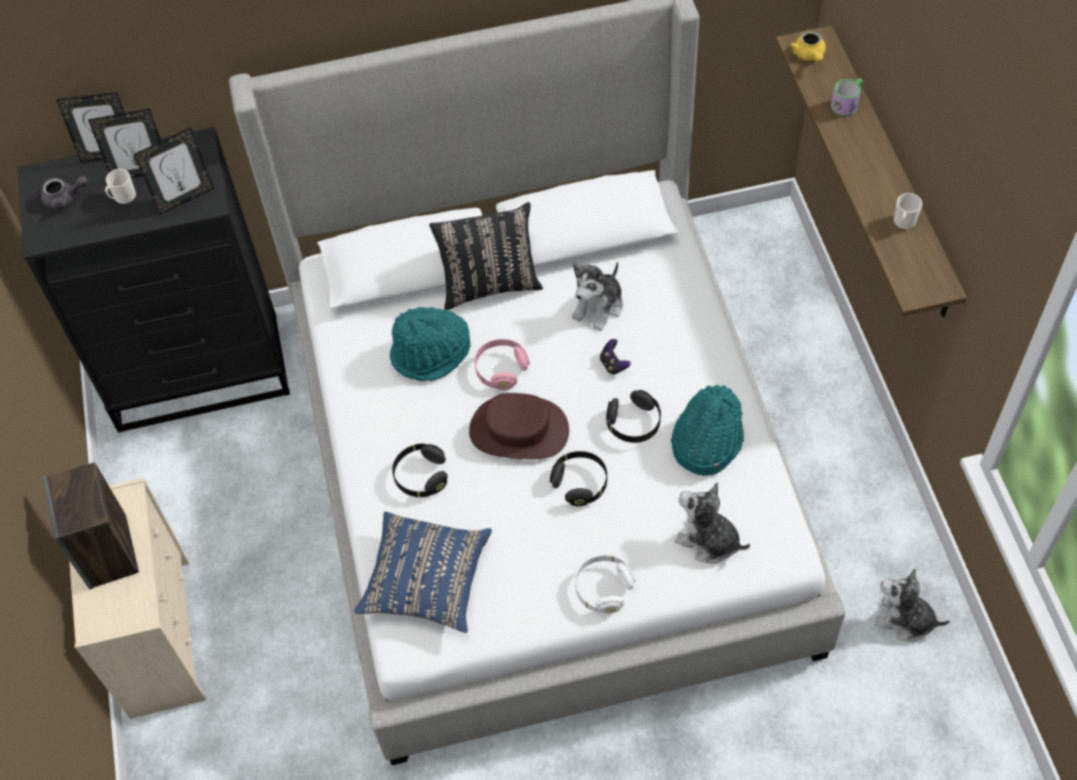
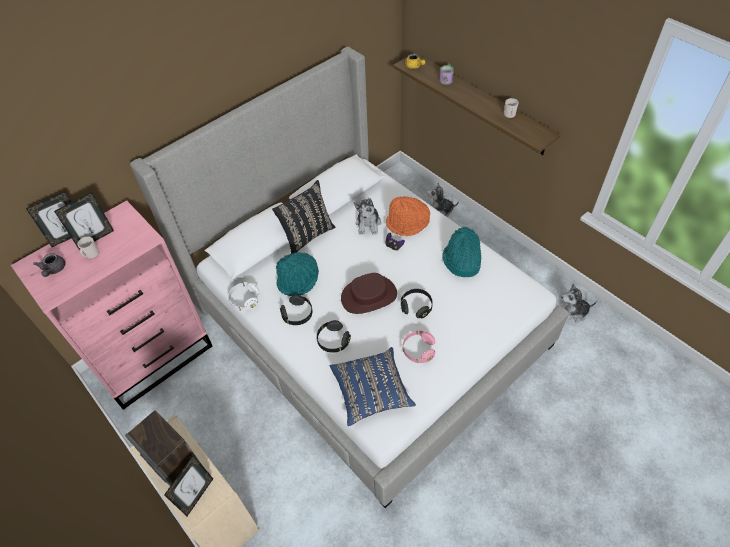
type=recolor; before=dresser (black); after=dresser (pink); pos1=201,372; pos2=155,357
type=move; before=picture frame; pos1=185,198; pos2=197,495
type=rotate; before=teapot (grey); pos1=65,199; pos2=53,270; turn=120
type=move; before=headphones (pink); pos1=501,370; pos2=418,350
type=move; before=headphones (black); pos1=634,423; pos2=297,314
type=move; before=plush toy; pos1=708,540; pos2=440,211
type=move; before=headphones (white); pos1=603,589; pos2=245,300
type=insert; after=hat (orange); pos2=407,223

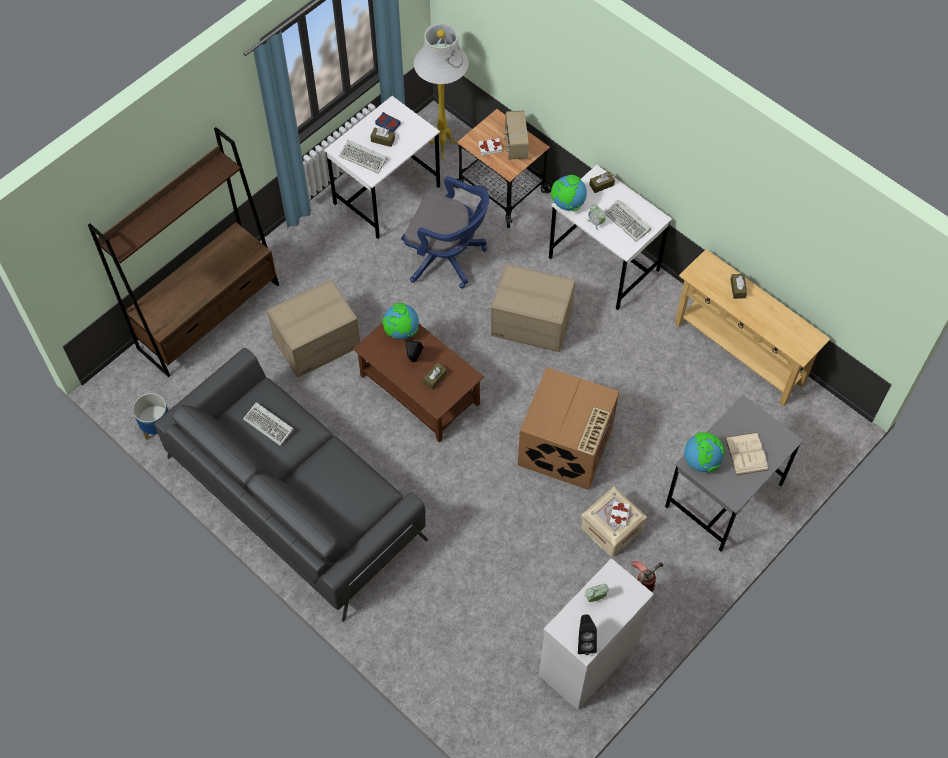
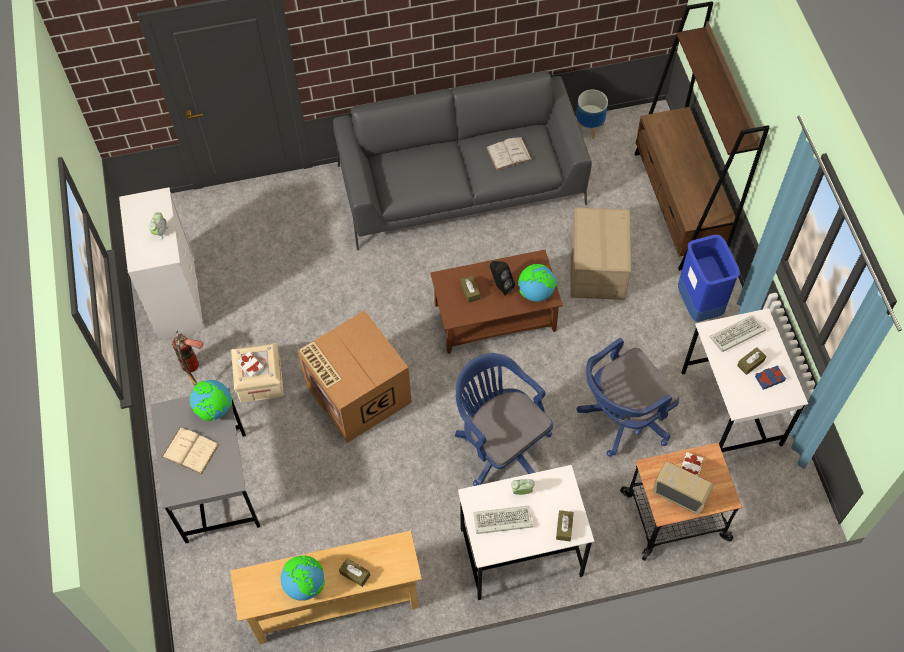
type=delete; before=floor lamp (white); pos1=443,147
type=move; before=globe; pos1=567,204; pos2=305,584
type=replace; before=cardboard box; after=office chair (blue); pos1=531,323; pos2=500,444
type=replace; before=keyboard; after=book (white); pos1=270,425; pos2=509,153
type=delete; before=speaker (black); pos1=584,641
type=insert; after=trash can (blue); pos2=699,305

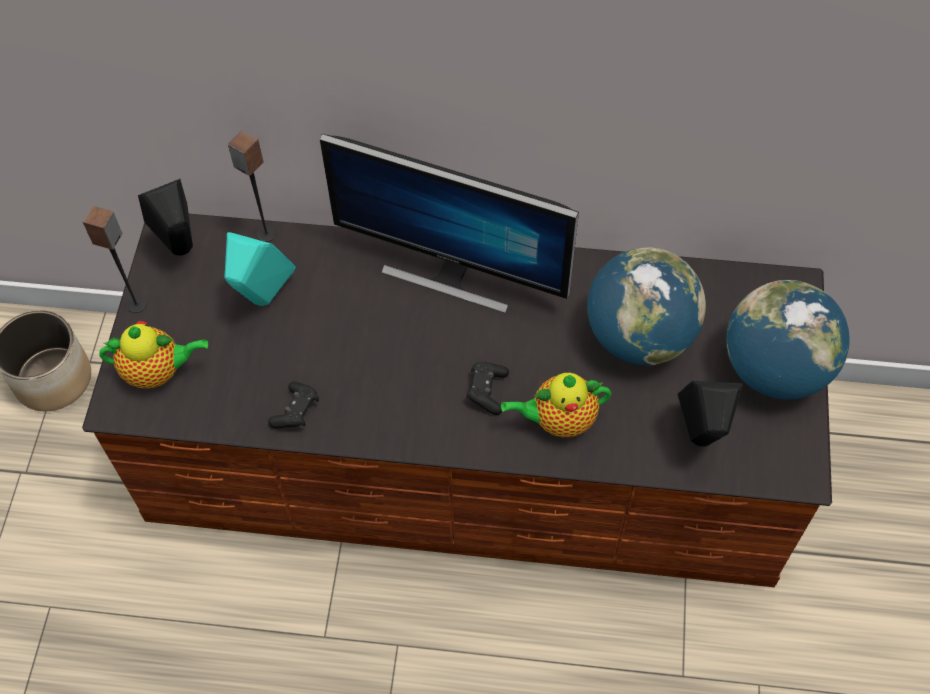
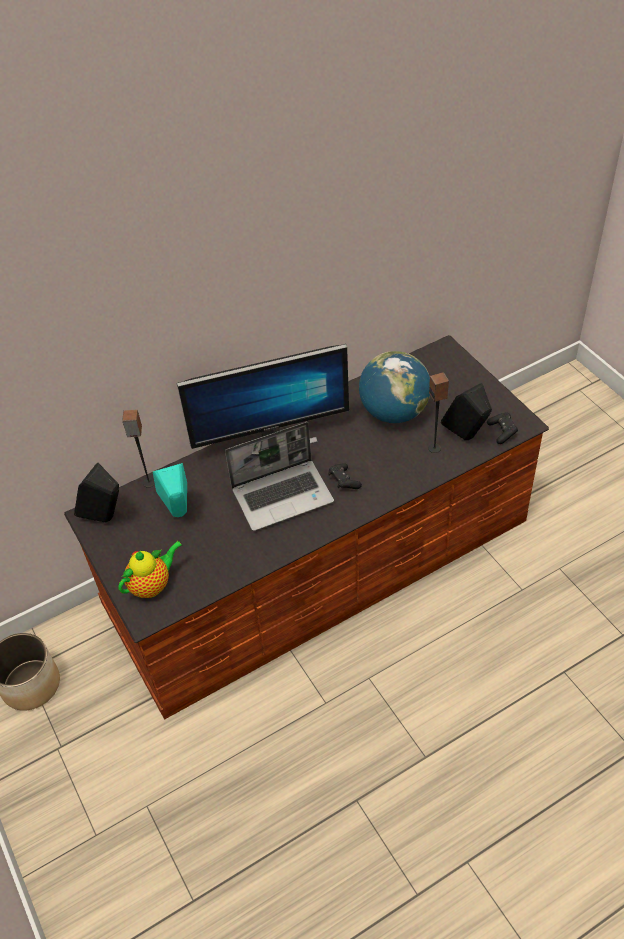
type=move; before=speaker; pos1=137,305; pos2=434,448
type=delete; before=globe; pos1=774,369
type=delete; before=teapot; pos1=559,420
type=move; before=game controller (black); pos1=296,412; pos2=502,432
type=insert; after=laptop; pos2=283,495

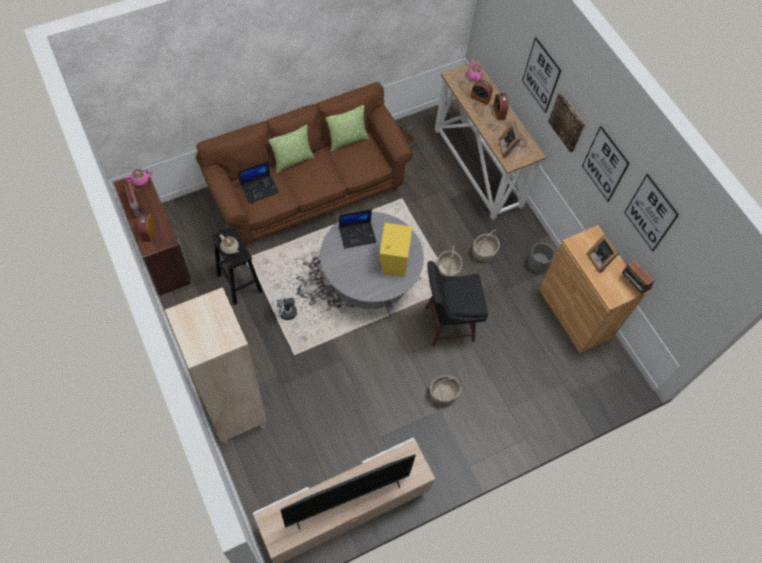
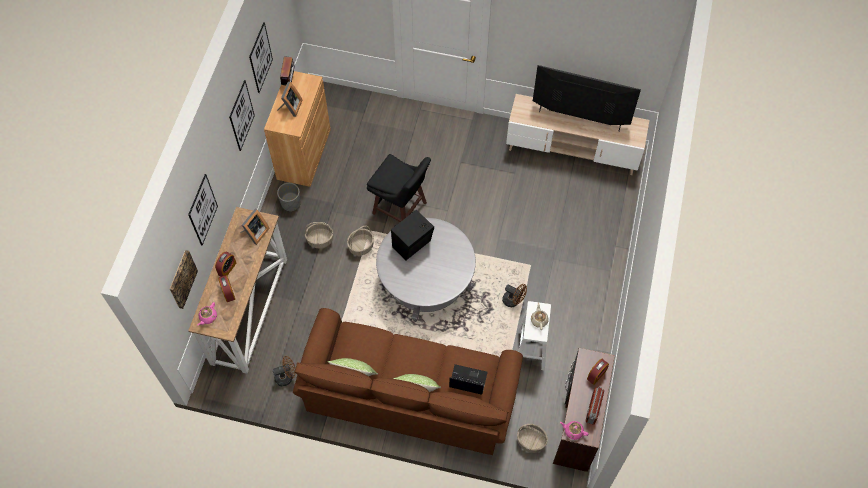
type=move; before=picture; pos1=567,122; pos2=182,279
type=delete; before=laptop; pos1=357,234
type=recolor; before=speaker (yellow); after=speaker (black); pos1=394,260; pos2=413,245
type=recolor; before=stool (black); after=stool (white); pos1=239,282; pos2=531,351
type=delete; before=bookcase (beige); pos1=235,413
type=recolor; before=fan (white); after=fan (brown); pos1=284,313; pos2=513,301
type=move; before=basket; pos1=443,394; pos2=531,441

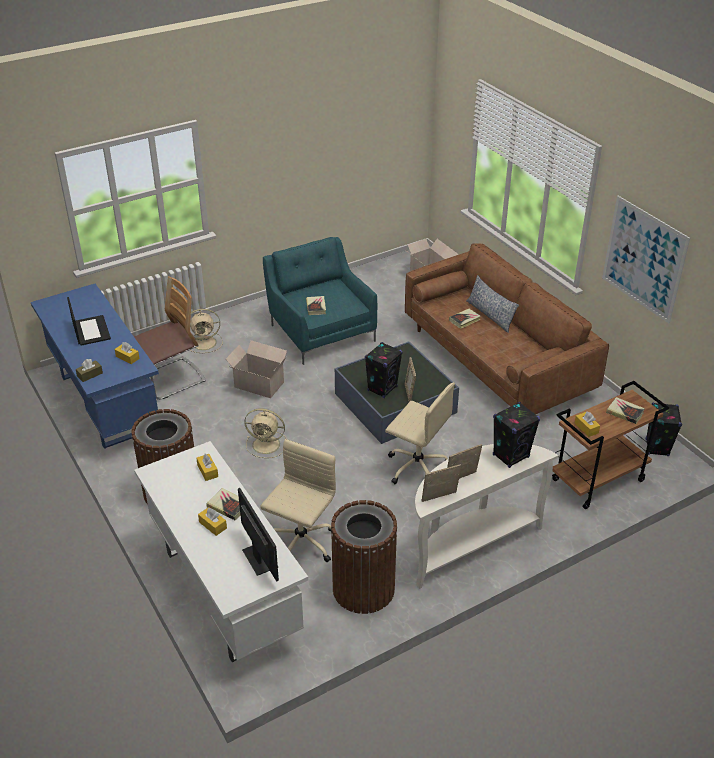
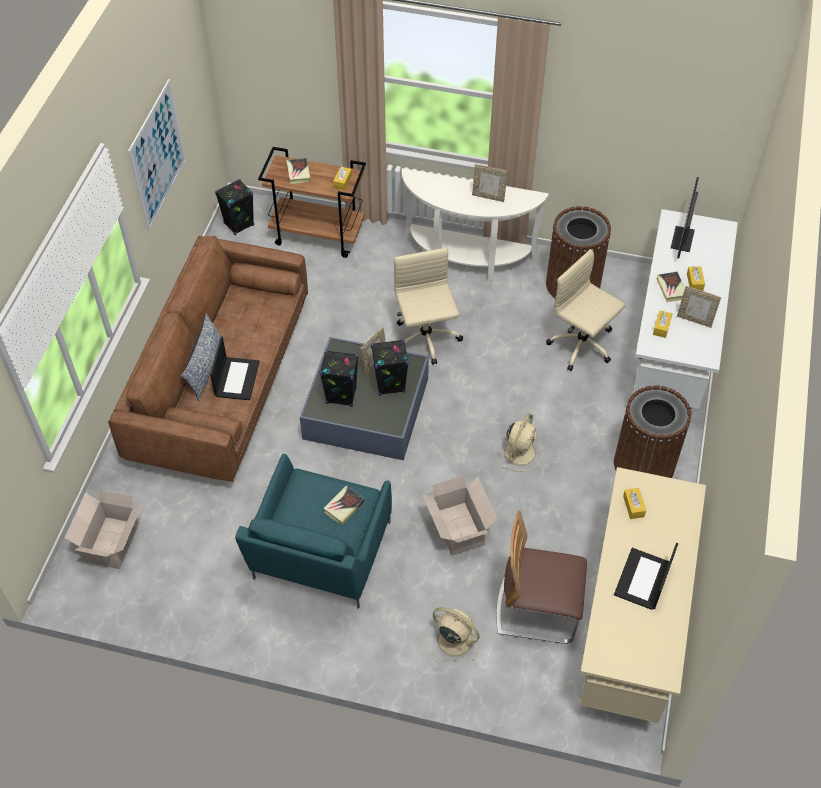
type=recolor; before=desk (blue); after=desk (beige); pos1=104,403; pos2=630,627
type=replace; before=book; after=laptop; pos1=464,320; pos2=236,378
type=delete; before=tissue box (brown); pos1=90,375
type=move; before=speaker (black); pos1=511,456; pos2=341,395
type=rotate; before=fan (beige); pos1=267,445; pos2=520,451; turn=60
type=rotate; before=office chair (beige); pos1=300,543; pos2=582,346; turn=60
type=move; before=picture frame; pos1=439,498; pos2=694,320

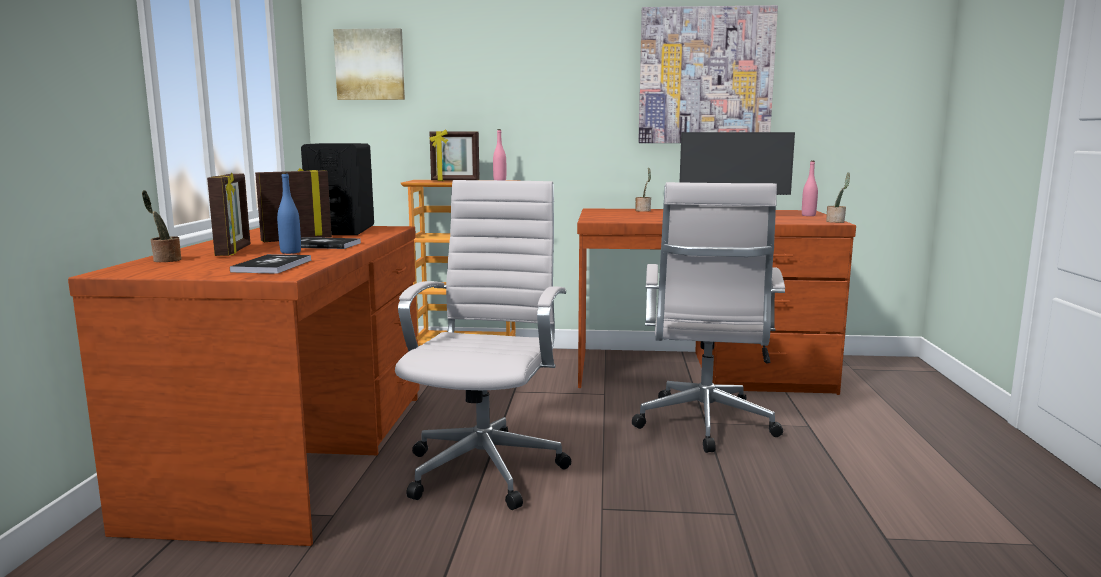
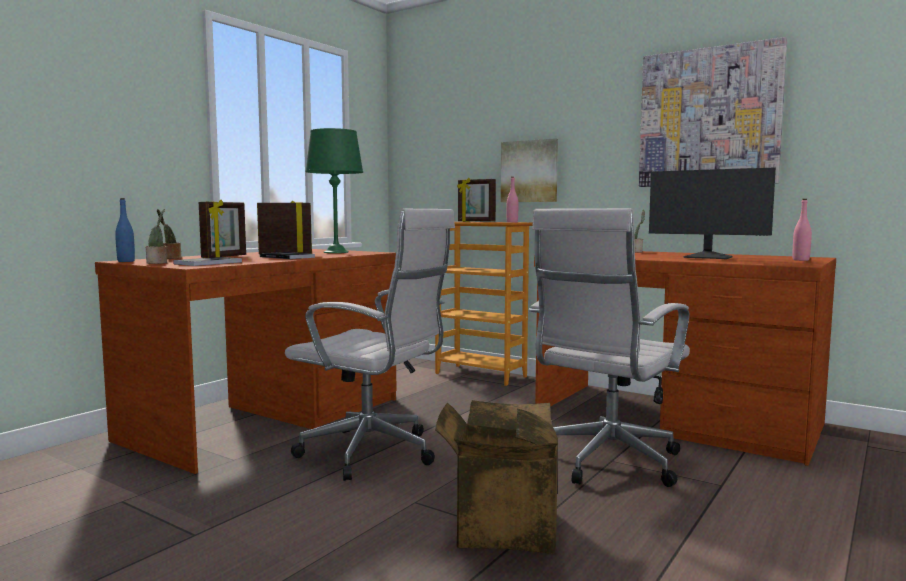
type=move; before=picture; pos1=370,65; pos2=529,171
type=replace; before=speaker (black); after=table lamp (green); pos1=342,230; pos2=336,252
type=move; before=bottle (blue); pos1=290,252; pos2=126,261
type=move; before=potted plant; pos1=836,221; pos2=158,263
type=rotate; before=office chair (white); pos1=487,467; pos2=374,454; turn=75
type=insert; after=cardboard box; pos2=501,527

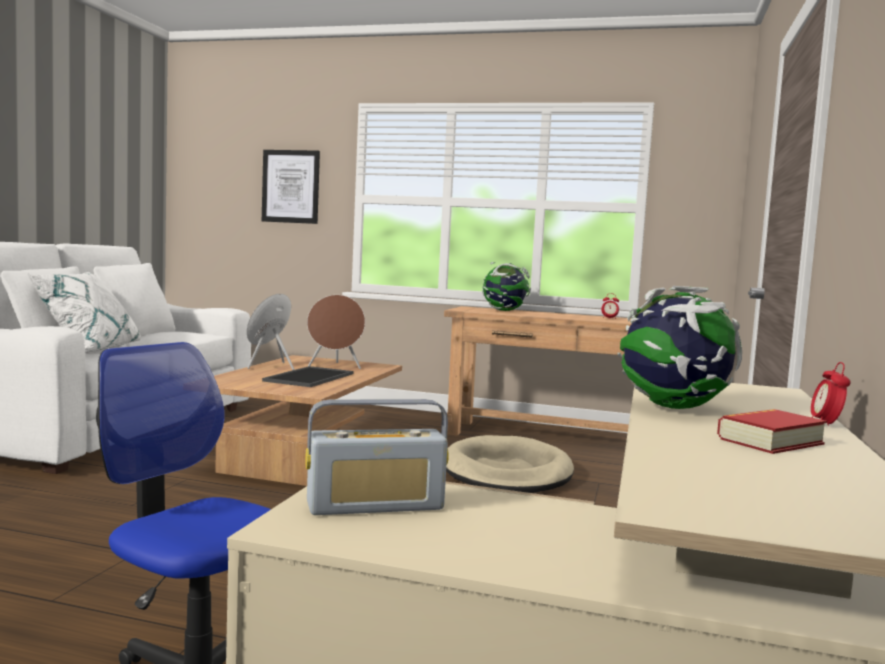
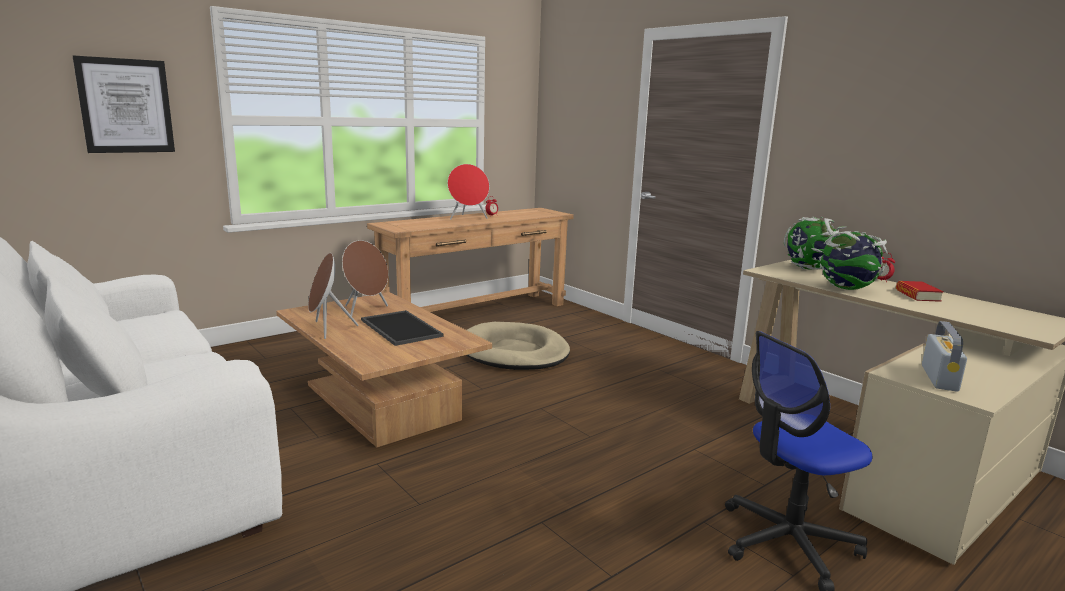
type=move; before=globe; pos1=505,311; pos2=808,269
type=delete; before=pillow (white); pos1=89,349
type=insert; after=speaker (red); pos2=468,218

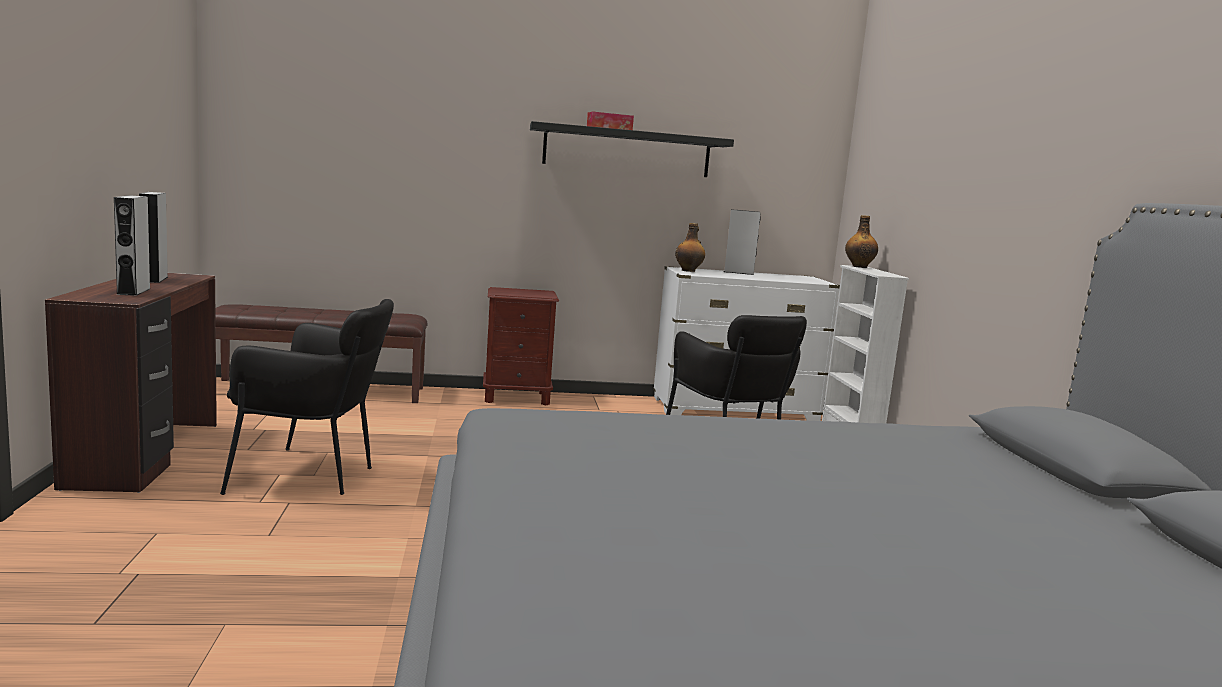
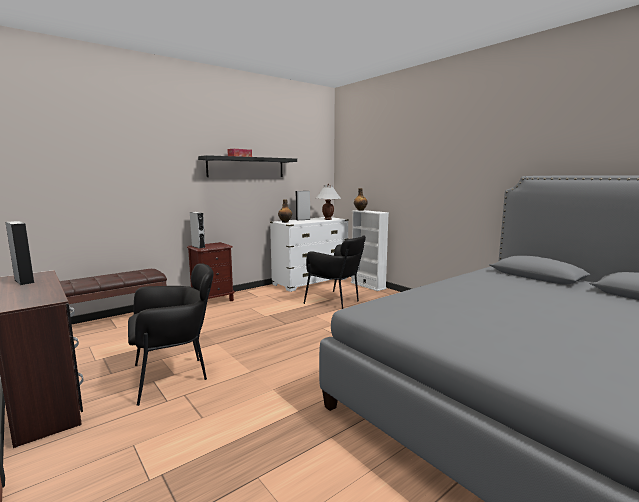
type=move; before=speaker (grey); pos1=133,291; pos2=198,246
type=insert; after=table lamp (white); pos2=328,219

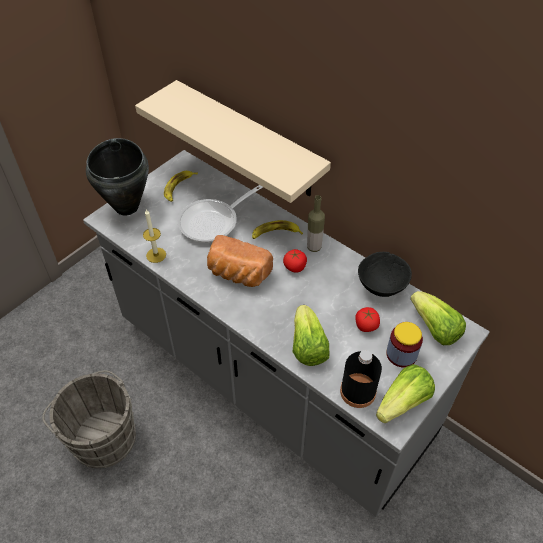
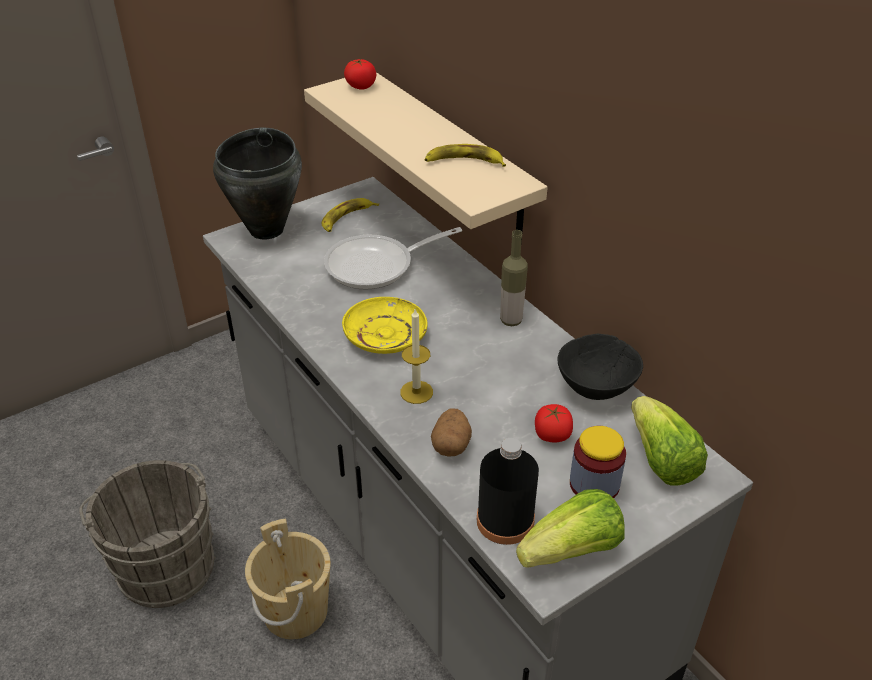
type=move; before=candle; pos1=156,255; pos2=416,392
type=move; before=banana; pos1=275,233; pos2=464,162
type=replace; before=bread; after=plate (yellow); pos1=237,274; pos2=385,334
type=move; before=tomato; pos1=295,267; pos2=360,86
type=replace; before=lettuce; after=potato; pos1=308,346; pos2=451,445
type=insert; after=bucket (beige); pos2=295,611

